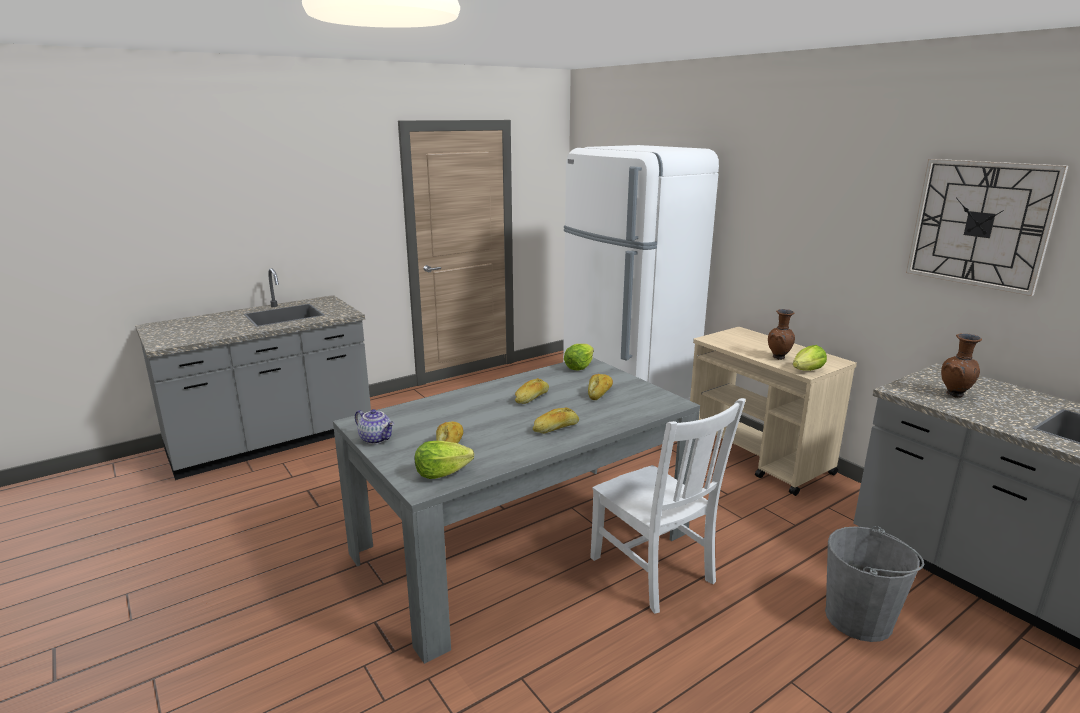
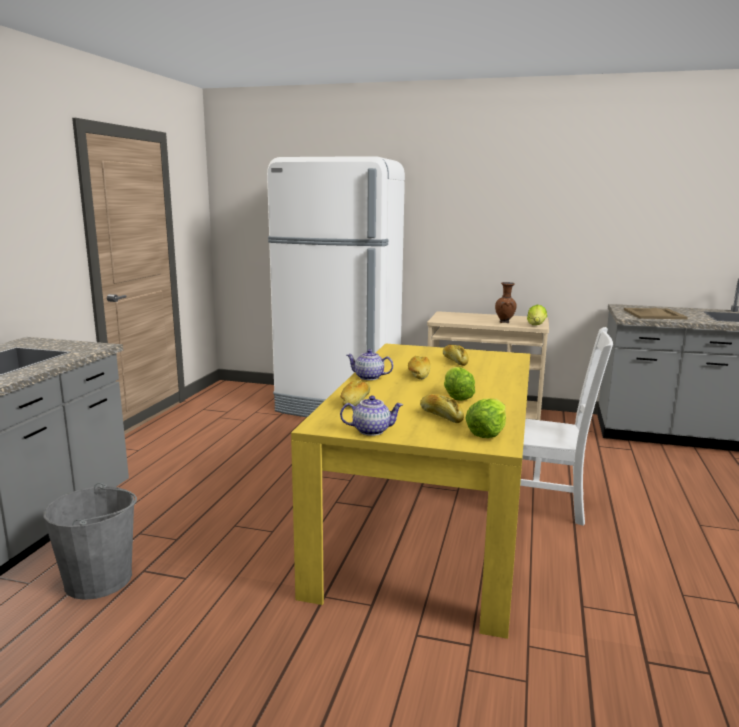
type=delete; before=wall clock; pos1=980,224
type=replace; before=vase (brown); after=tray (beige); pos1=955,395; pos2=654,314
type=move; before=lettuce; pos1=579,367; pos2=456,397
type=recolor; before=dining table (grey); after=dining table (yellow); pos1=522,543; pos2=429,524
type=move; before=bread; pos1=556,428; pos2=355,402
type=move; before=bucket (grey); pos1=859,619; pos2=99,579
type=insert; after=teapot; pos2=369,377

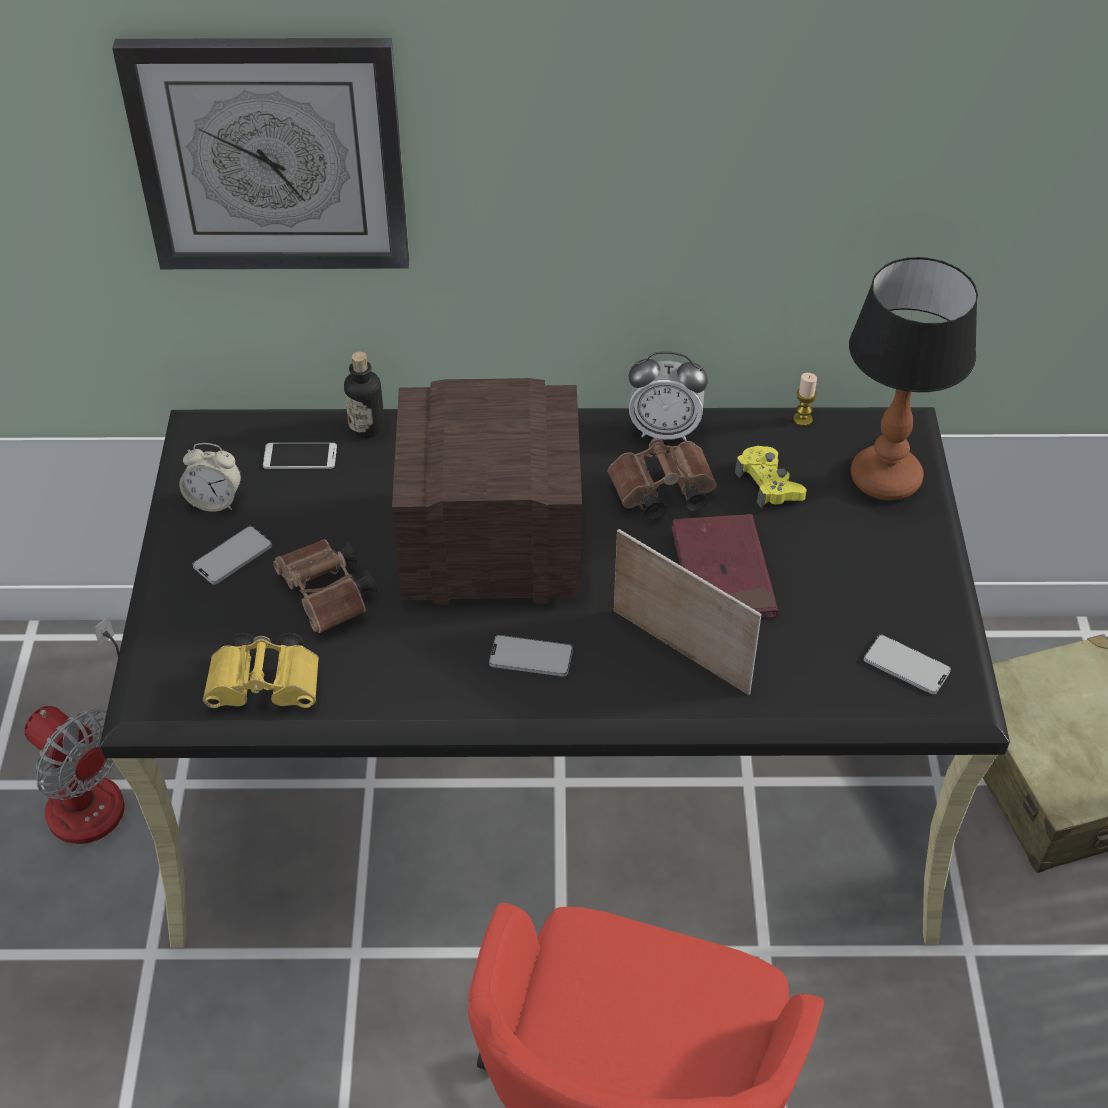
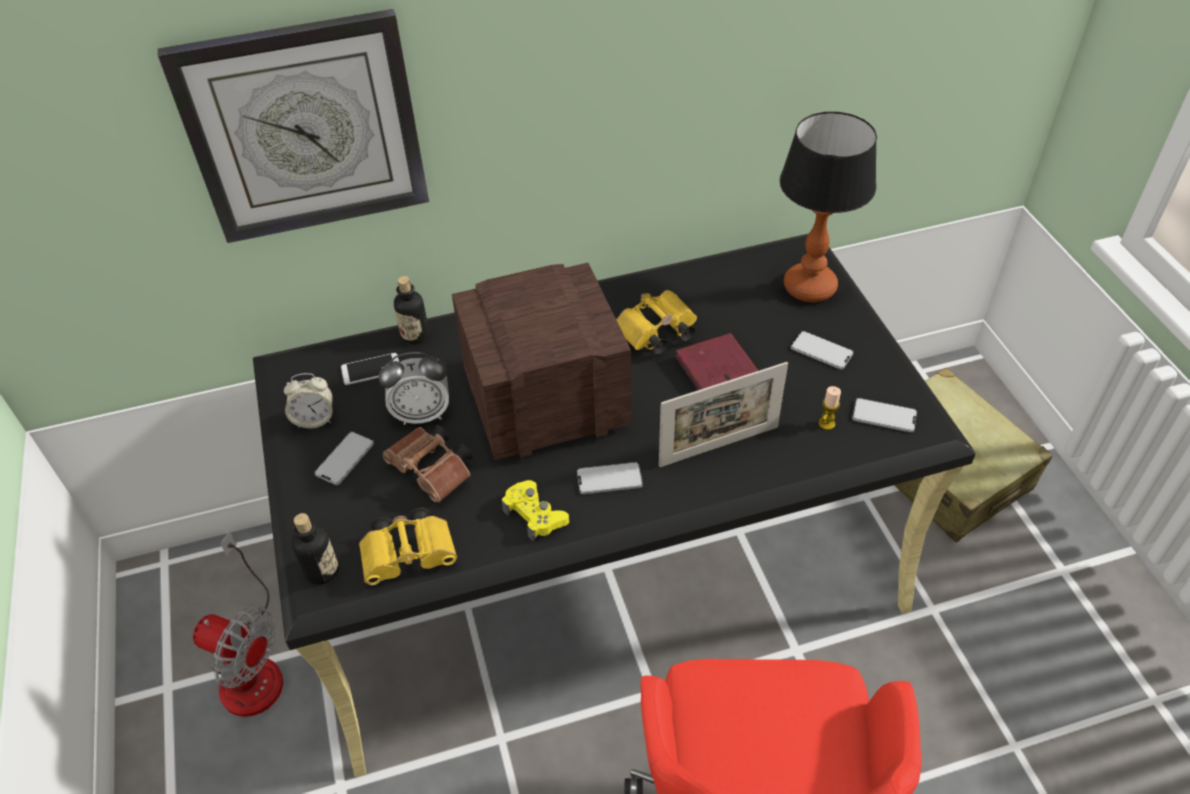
type=move; before=alarm clock; pos1=664,430; pos2=422,414
type=move; before=candle; pos1=802,419; pos2=826,423
type=recolor; before=binoculars (brown); after=binoculars (yellow); pos1=660,494; pos2=655,334
type=move; before=game controller (yellow); pos1=769,484; pos2=535,515
type=rotate; before=picture frame; pos1=680,651; pos2=719,446; turn=135
type=insert; after=phone; pos2=821,351
type=insert; after=bottle; pos2=322,571

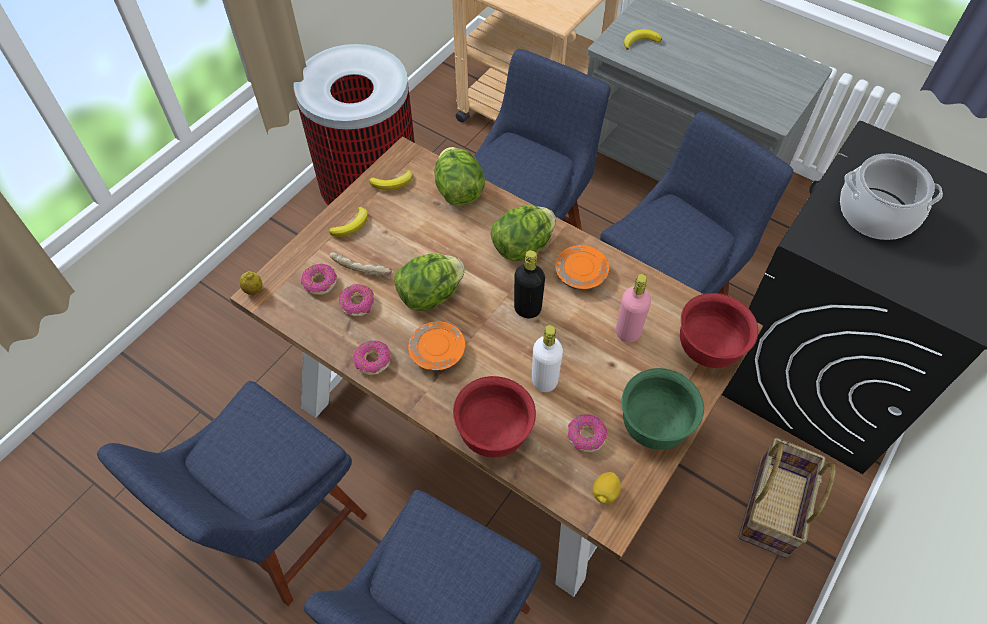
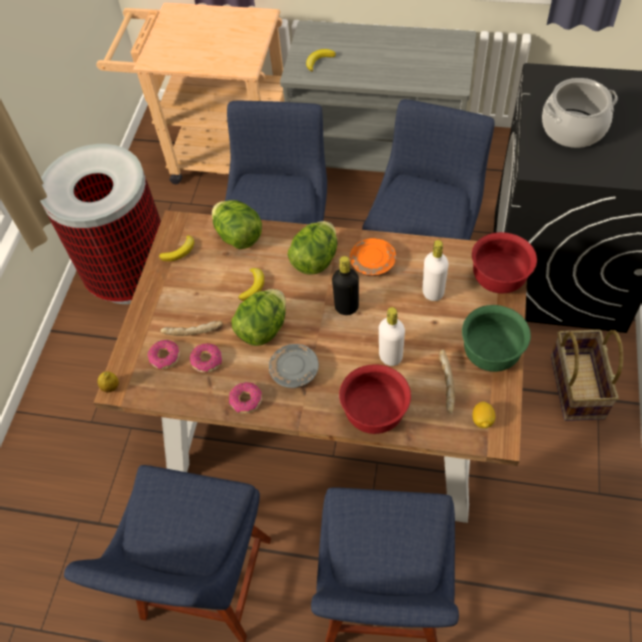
type=move; before=banana; pos1=352,225; pos2=253,286
type=recolor; before=bottle (pink); after=bottle (white); pos1=628,332; pos2=433,292
type=recolor; before=plate (orange); after=plate (grey); pos1=437,352; pos2=294,371
type=replace; before=donut; after=bread; pos1=586,436; pos2=445,384

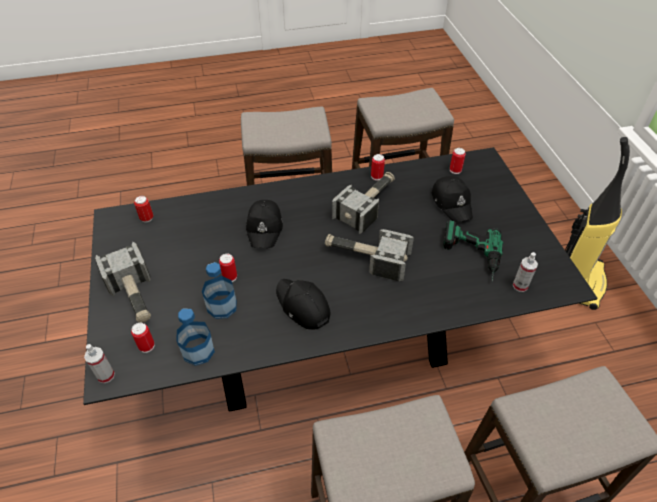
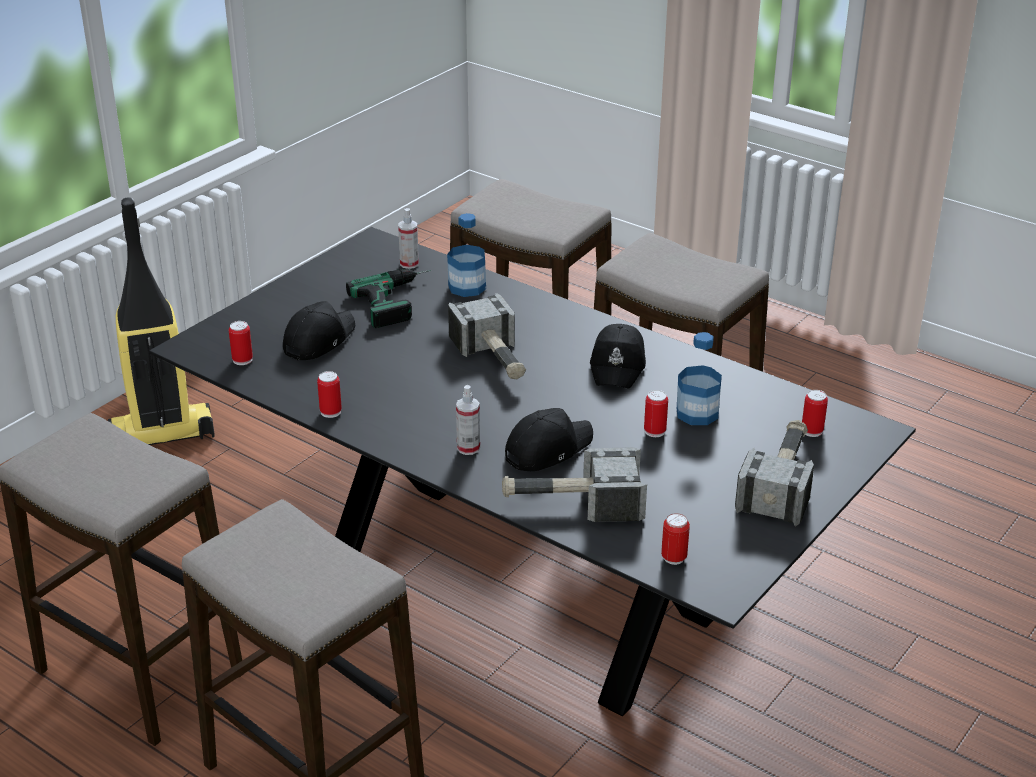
type=move; before=hammer; pos1=368,205; pos2=572,503
type=move; before=bottle; pos1=198,351; pos2=467,287
type=move; before=spray bottle; pos1=106,375; pos2=468,448

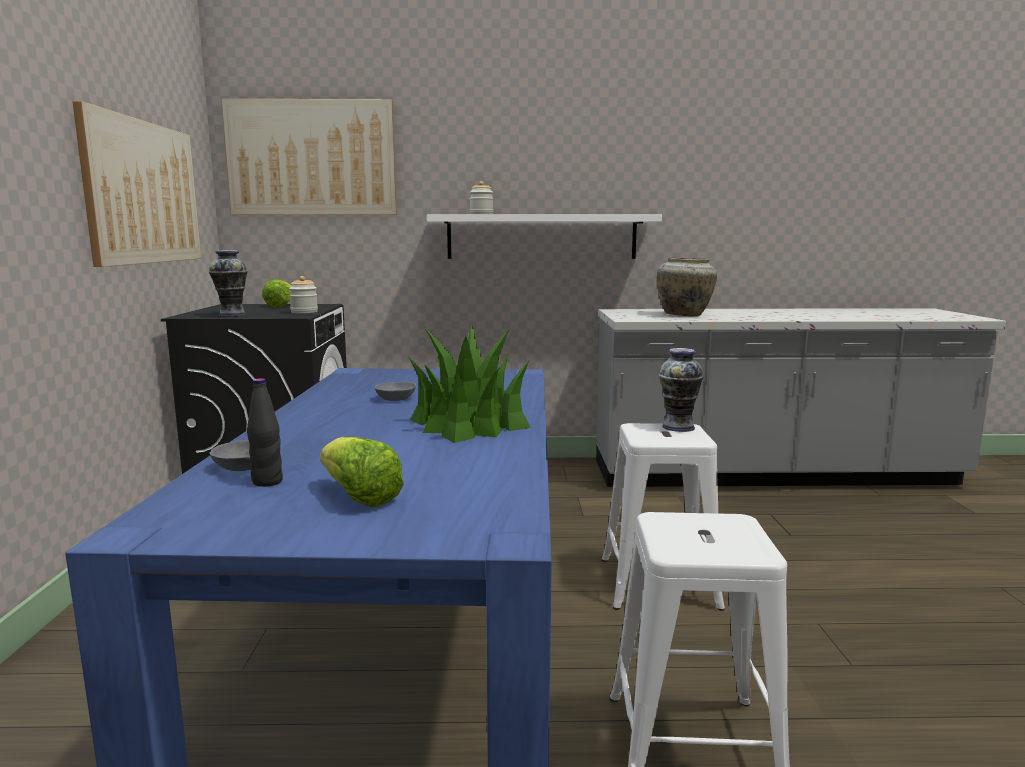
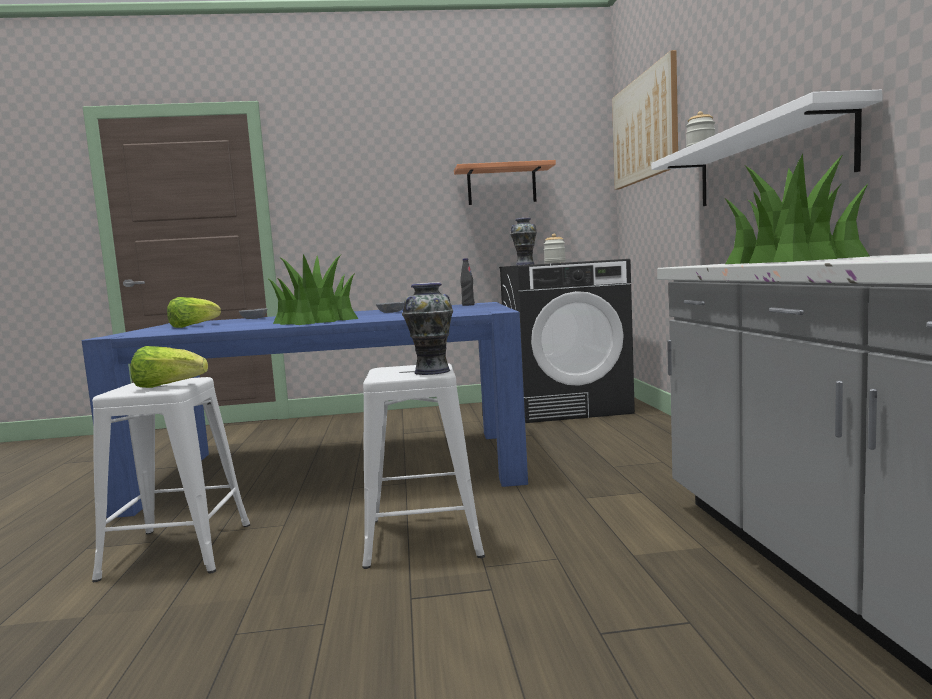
type=replace; before=picture; after=shelf; pos1=143,192; pos2=501,185
type=replace; before=vase (beige); after=potted plant; pos1=684,315; pos2=792,260
type=move; before=lettuce; pos1=280,306; pos2=168,386
type=move; before=bottle (black); pos1=267,482; pos2=468,305

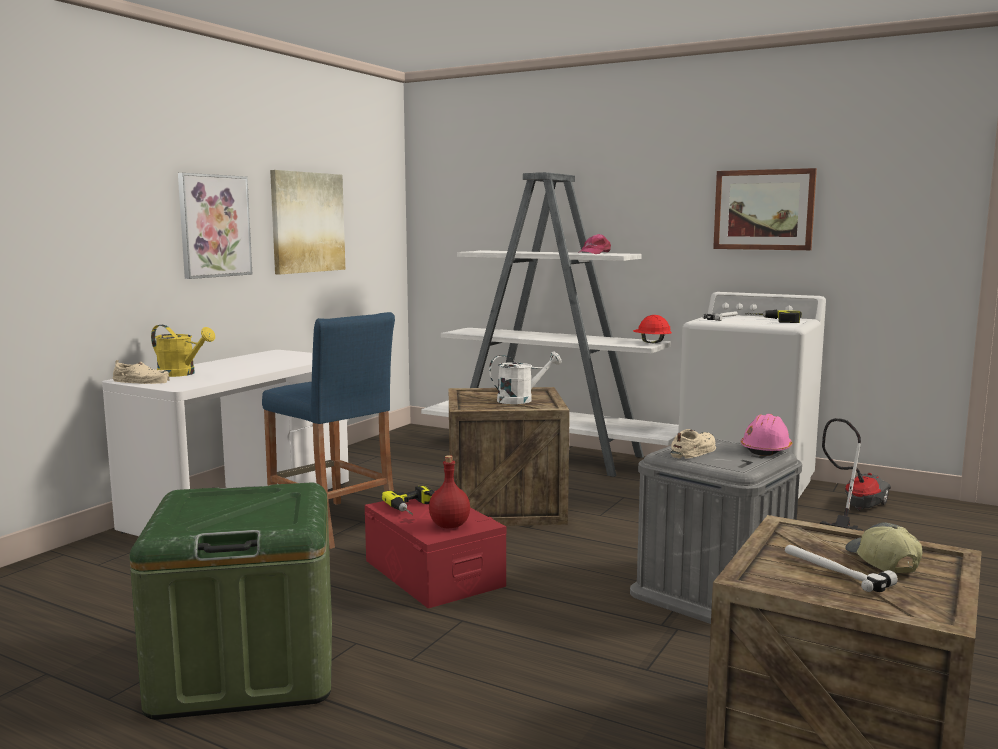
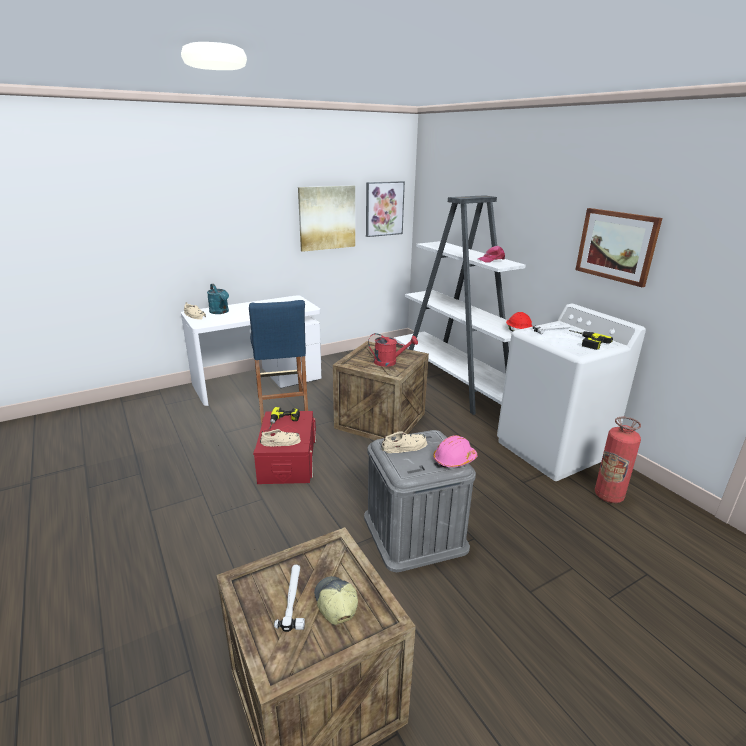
type=move; before=picture; pos1=214,226; pos2=384,208
type=recolor; before=watering can (yellow); after=watering can (turquoise); pos1=182,374; pos2=220,312
type=recolor; before=watering can (white); after=watering can (red); pos1=521,400; pos2=389,362
type=replace; before=vacuum cleaner; after=fire extinguisher; pos1=854,509; pos2=608,496
type=replace; before=bottle (red); after=shoe (beige); pos1=448,525; pos2=281,441
type=delete; before=storage box (green); pos1=246,668
type=rotate; before=cap; pos1=881,562; pos2=335,603; turn=-45

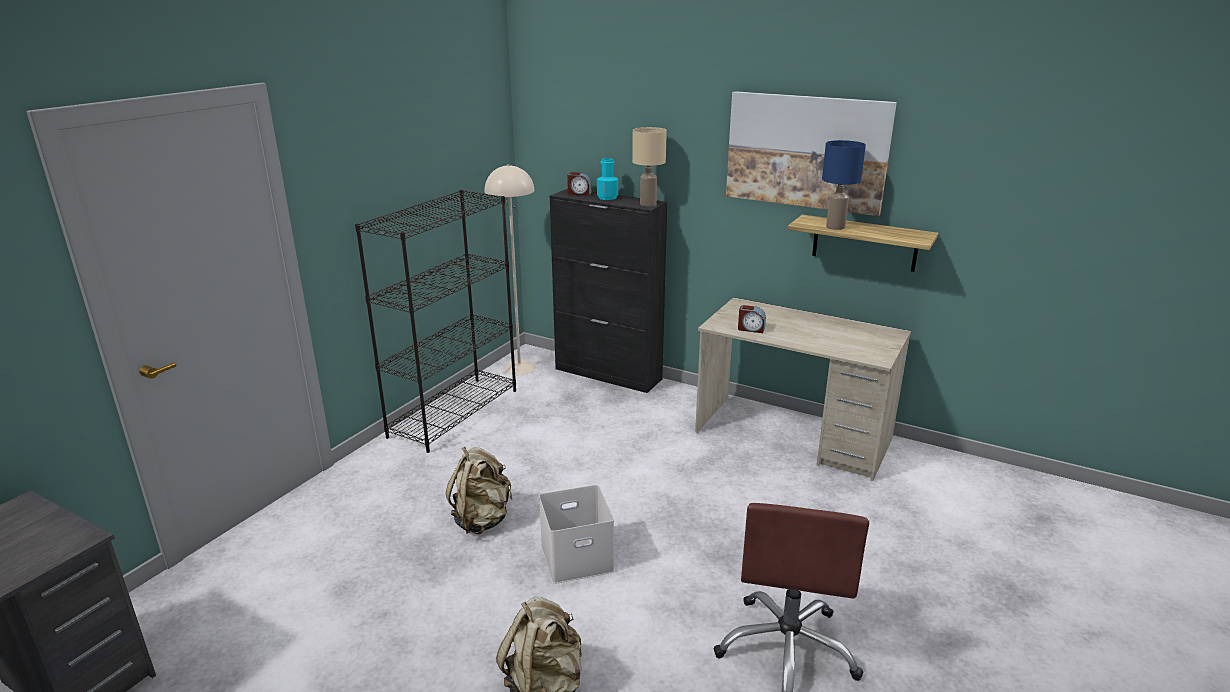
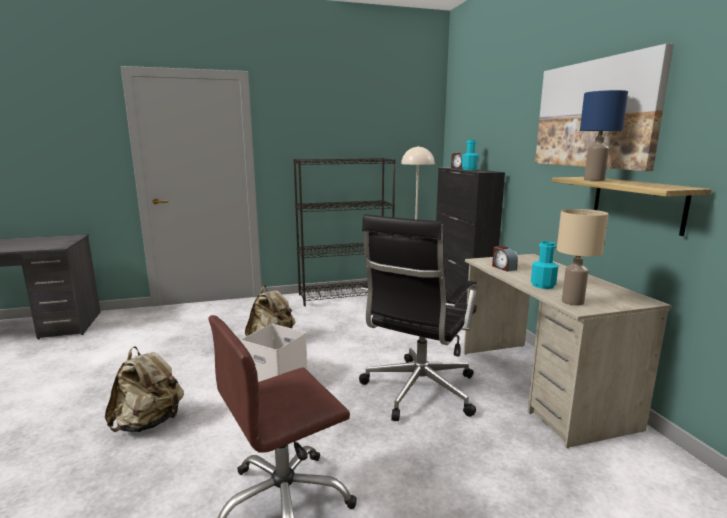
type=move; before=table lamp (beige); pos1=647,204; pos2=572,301
type=insert; after=office chair (black); pos2=418,391
type=insert; after=bottle (turquoise); pos2=543,285

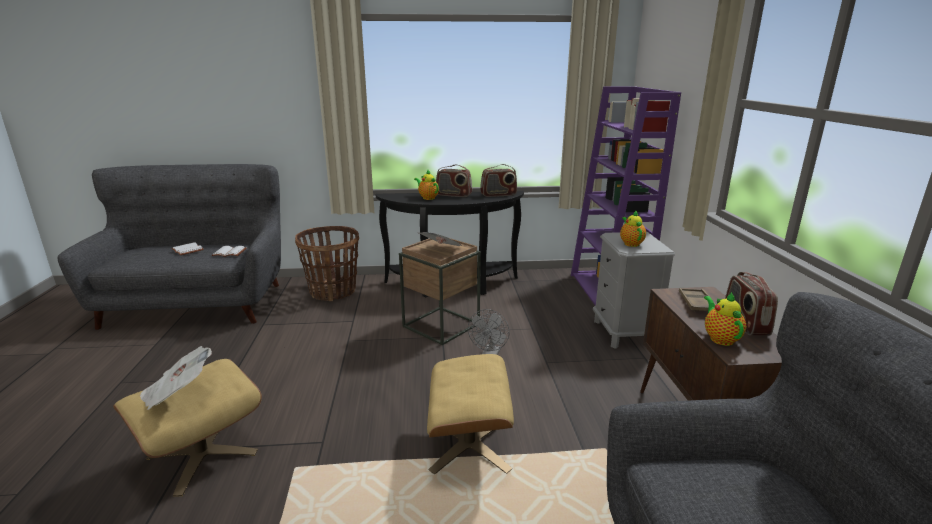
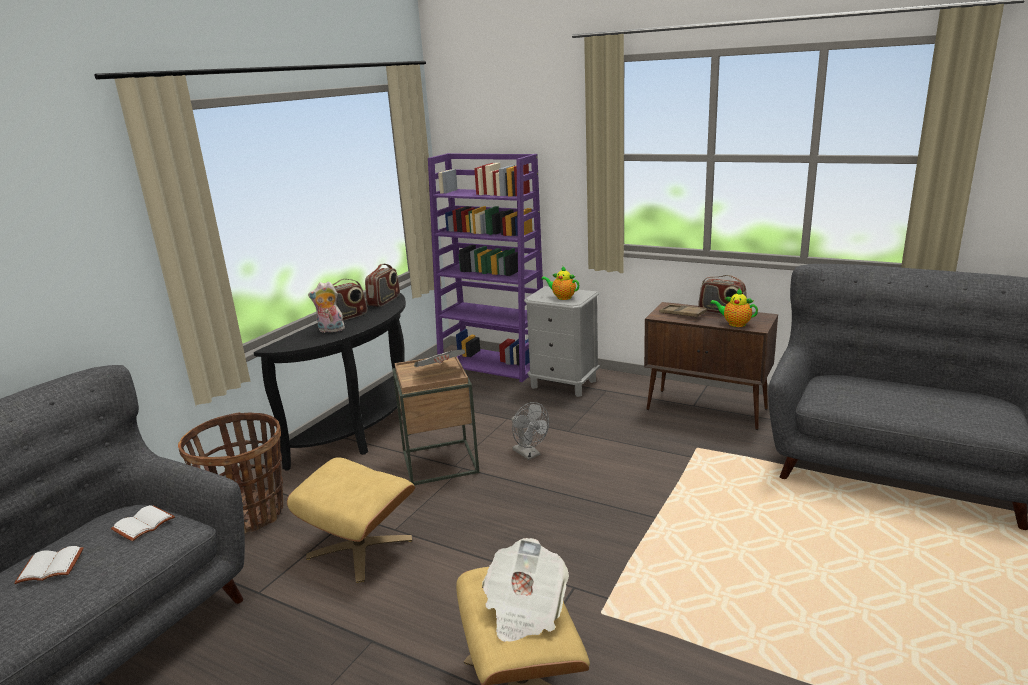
type=replace; before=teapot; after=plush toy; pos1=427,198; pos2=330,330
type=move; before=ottoman (beige); pos1=470,445; pos2=360,547

